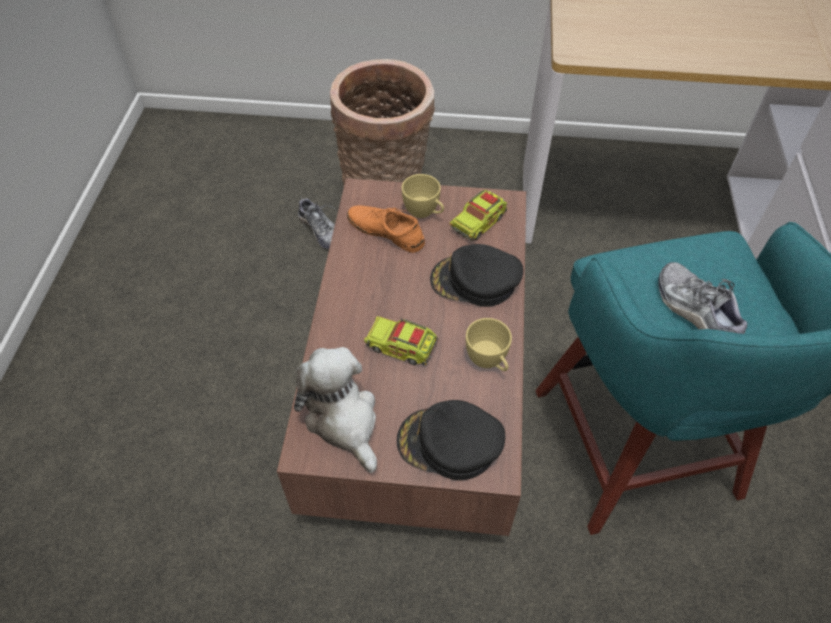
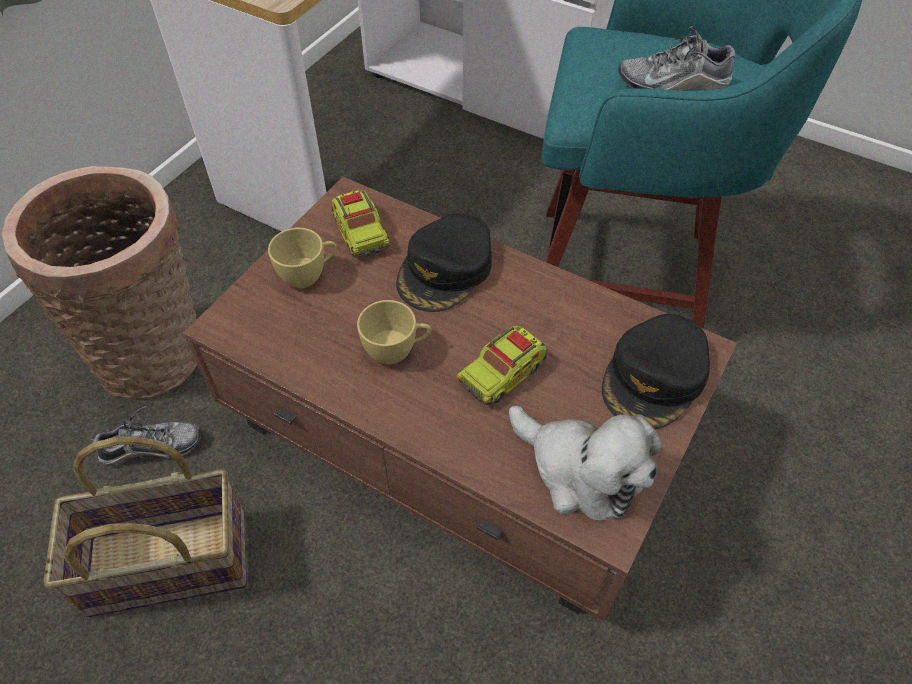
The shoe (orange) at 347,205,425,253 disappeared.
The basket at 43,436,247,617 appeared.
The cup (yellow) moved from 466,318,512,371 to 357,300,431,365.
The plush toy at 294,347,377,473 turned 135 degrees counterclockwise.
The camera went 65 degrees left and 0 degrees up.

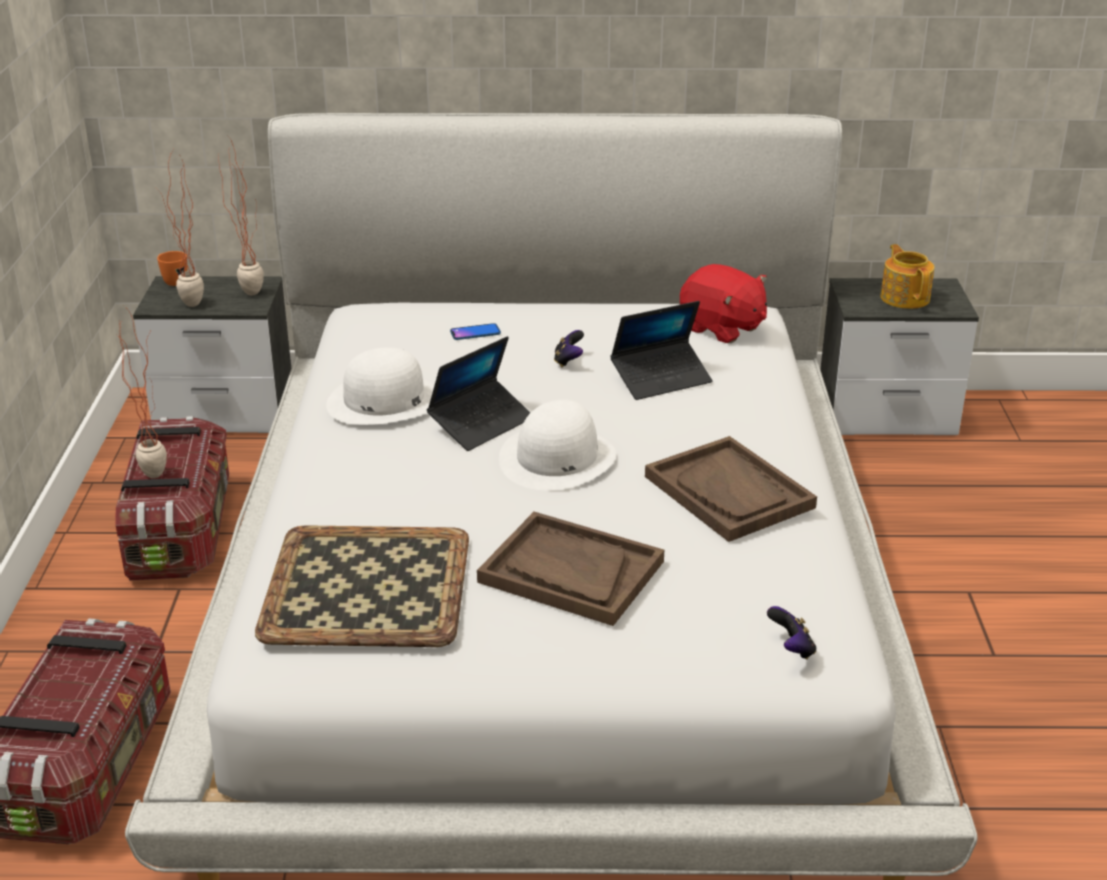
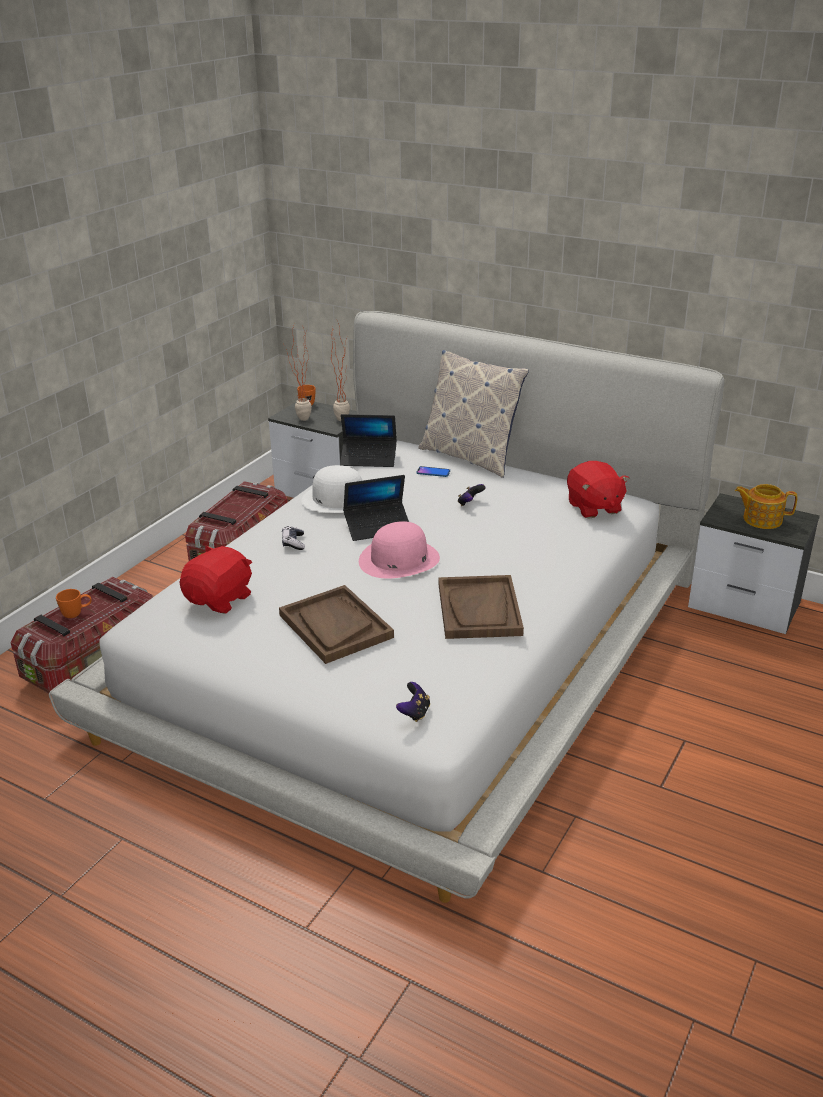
The potted plant at 118,306,167,478 disappeared.
The mug (orange) at 56,589,92,618 appeared.
The game controller at 282,526,305,550 appeared.
The pillow at 418,350,529,478 appeared.
The laptop moved from 610,301,713,400 to 340,414,397,467.
The tray at 255,525,469,647 was replaced by the plush toy (red) at 179,546,252,614.
The hat (white) at 499,400,616,491 became the hat (pink) at 359,521,440,578.
The teapot at 880,244,934,309 turned 90 degrees counterclockwise.
The camera went 30 degrees right and 0 degrees up.

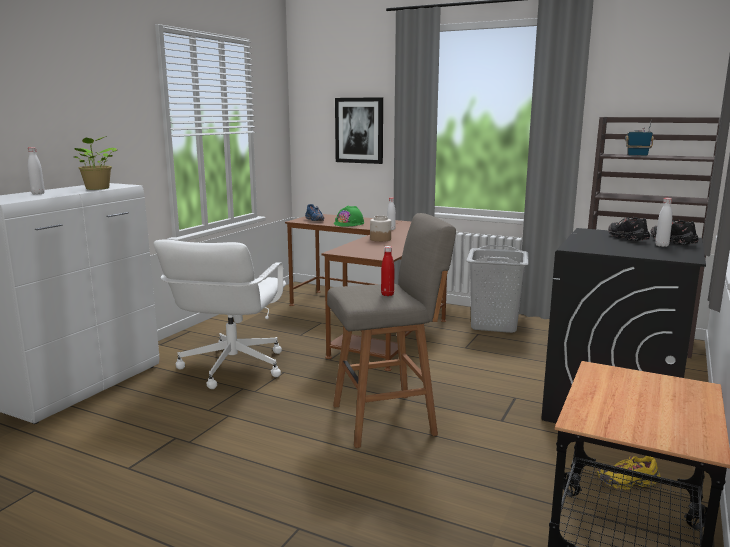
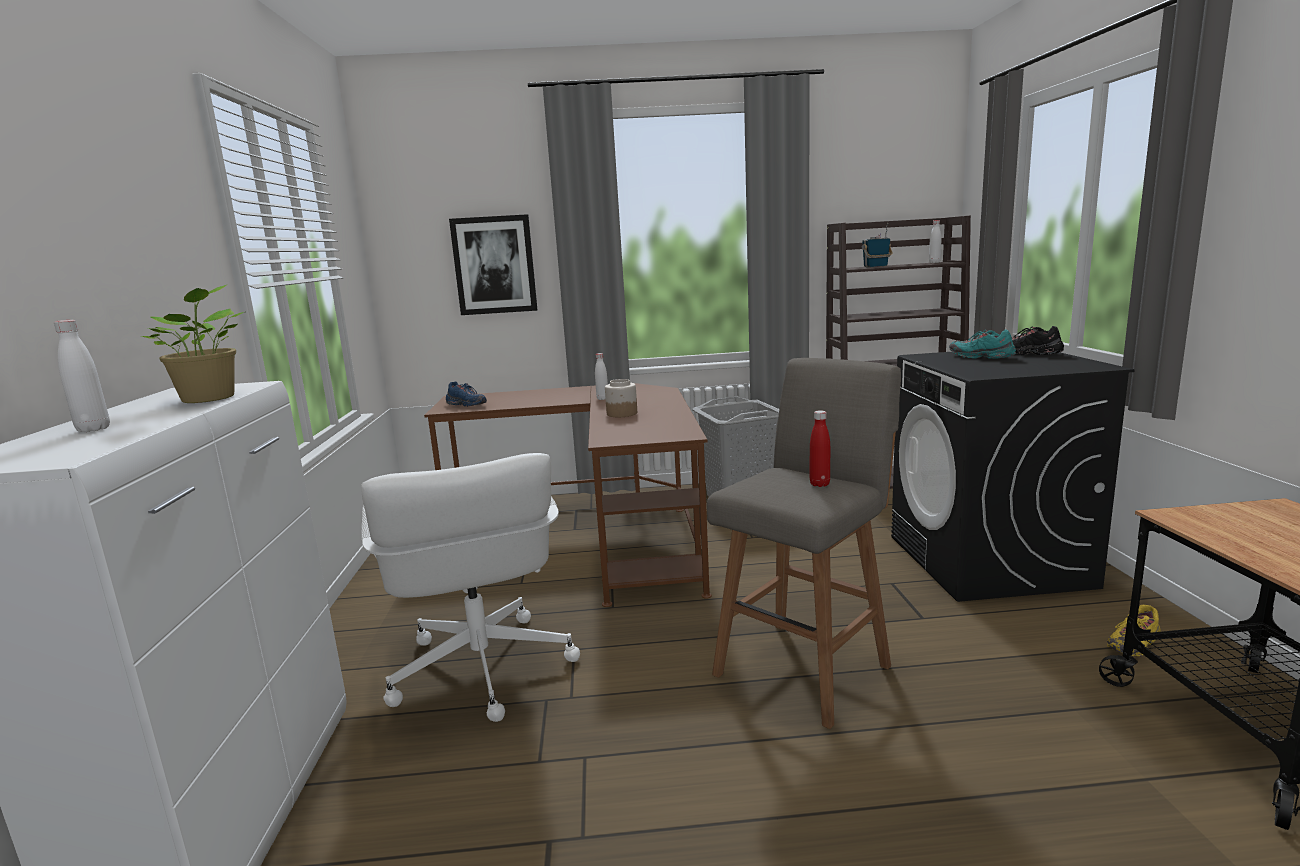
The hard hat (green) at 334,206,364,227 disappeared.
The bottle (white) moved from 655,198,672,247 to 929,220,941,263.
The shoe (black) at 608,216,650,241 became the shoe (turquoise) at 949,329,1016,359.
The camera went 30 degrees left and 0 degrees up.

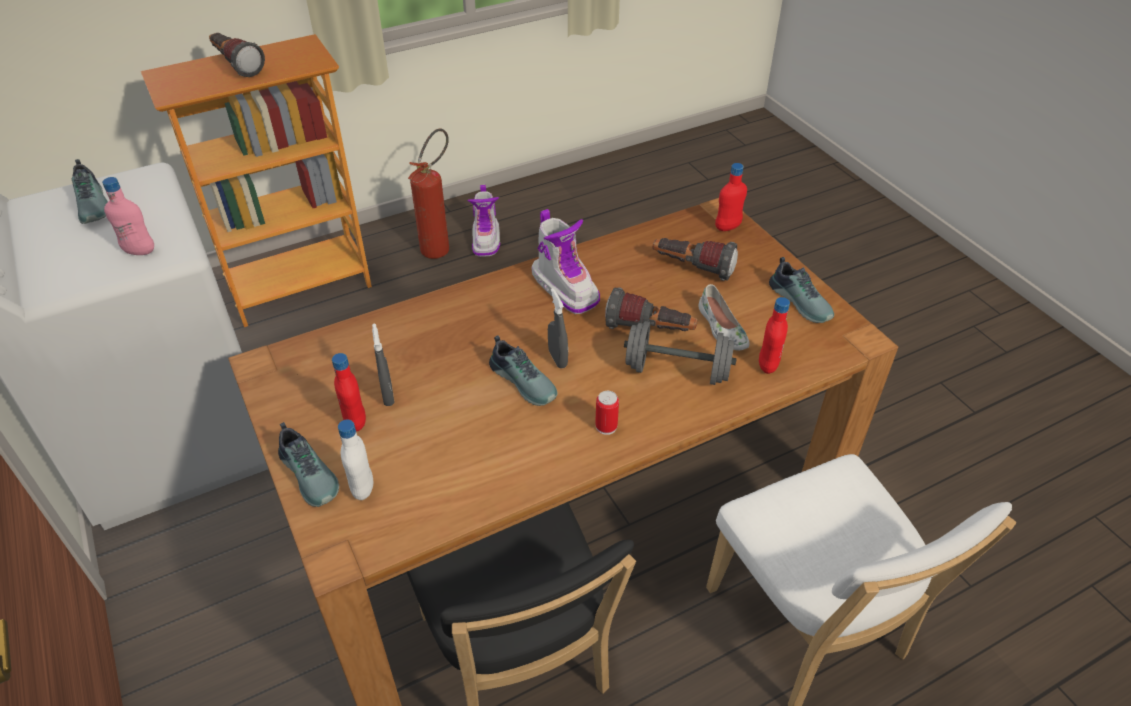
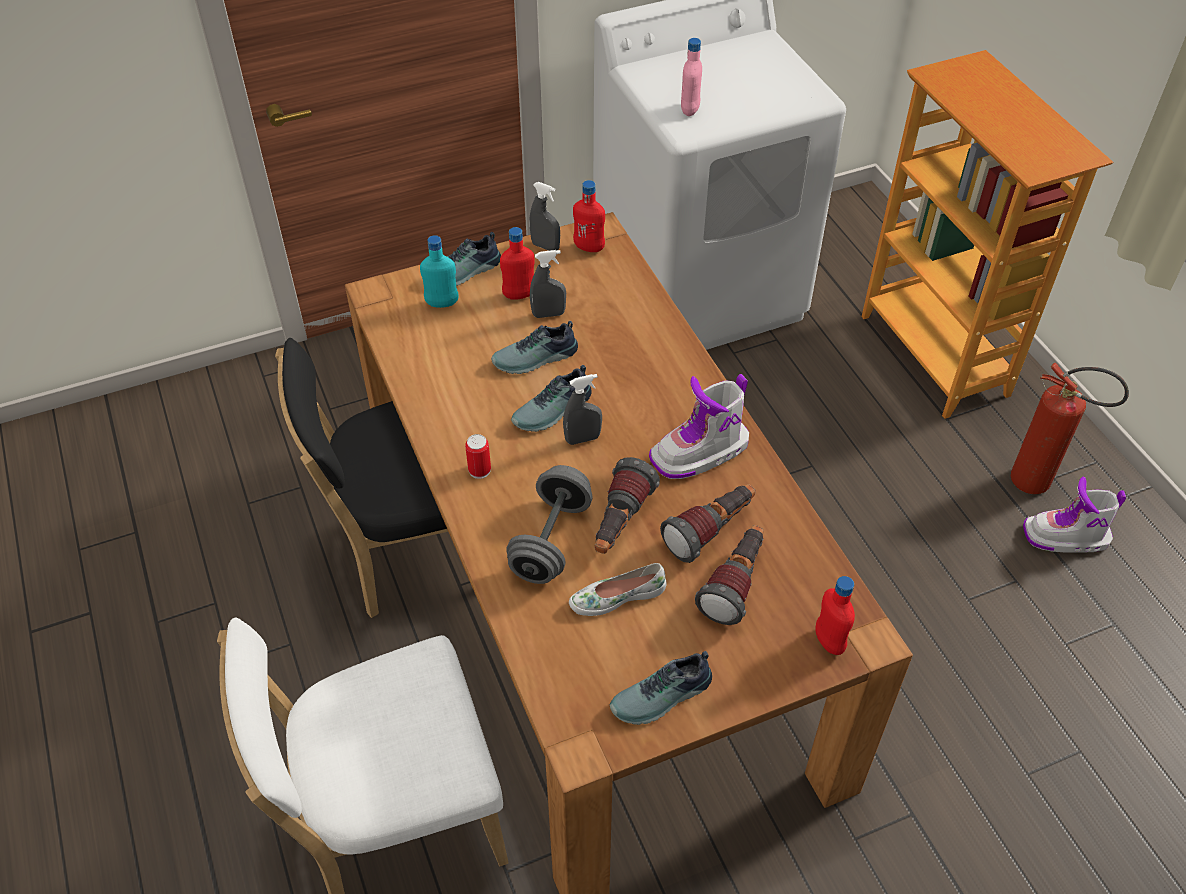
The spray bottle (grey) at 529,182,560,251 appeared.
The shoe moved from 72,159,108,224 to 491,321,578,374.
The flashlight moved from 209,33,265,77 to 660,484,756,563.
The bottle (red) moved from 759,297,790,374 to 573,180,605,252.
The bottle (white) at 338,420,373,500 became the bottle (turquoise) at 420,235,459,308.
The camera went 95 degrees right and 5 degrees up.

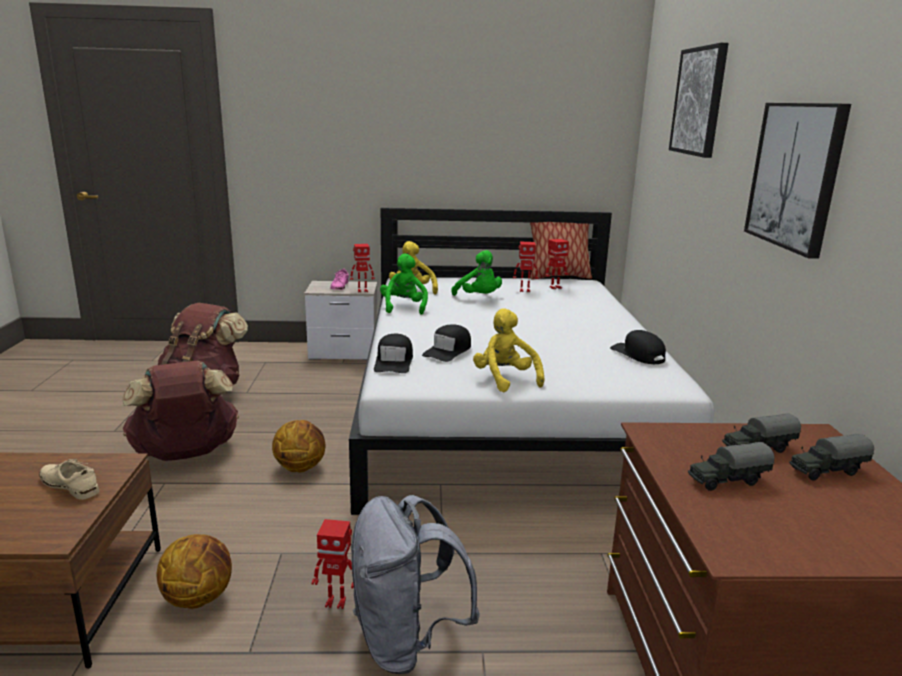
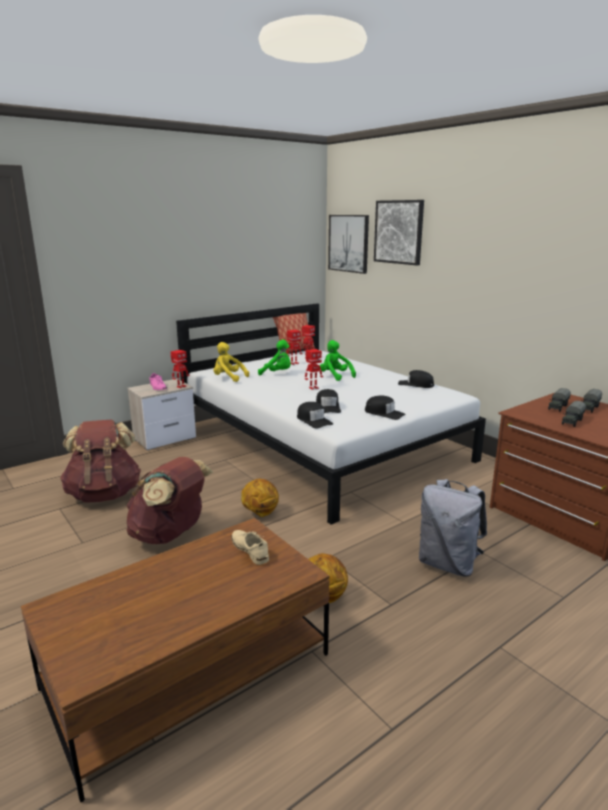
The toy robot moved from 312,519,354,609 to 305,349,324,390.
The plush toy (green) moved from 380,253,428,315 to 320,340,356,381.
The picture moved from 744,103,851,259 to 328,215,369,274.
The plush toy (yellow) at 473,308,545,392 was replaced by the cap (black) at 365,395,406,420.
The shoe (beige) at 39,459,99,500 turned 60 degrees clockwise.
The camera went 35 degrees left and 0 degrees up.

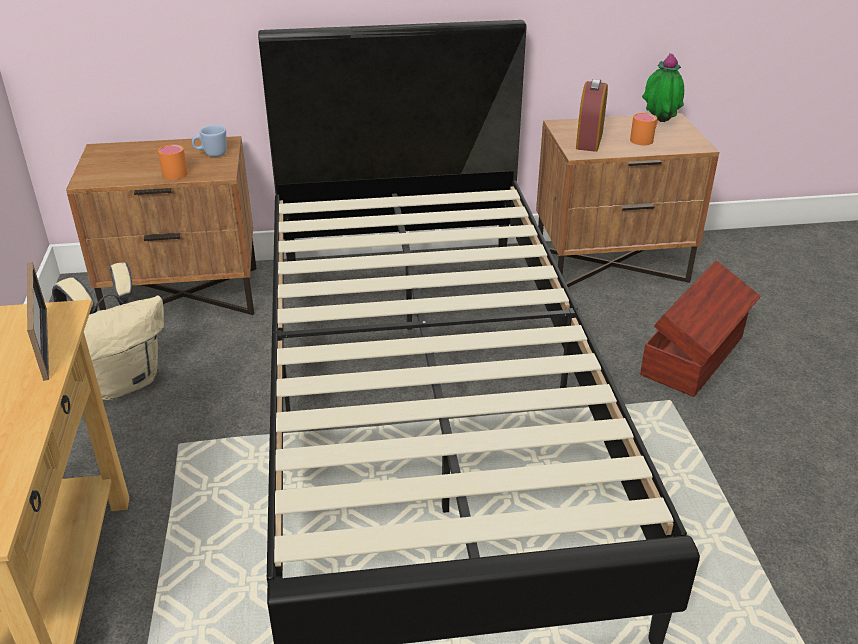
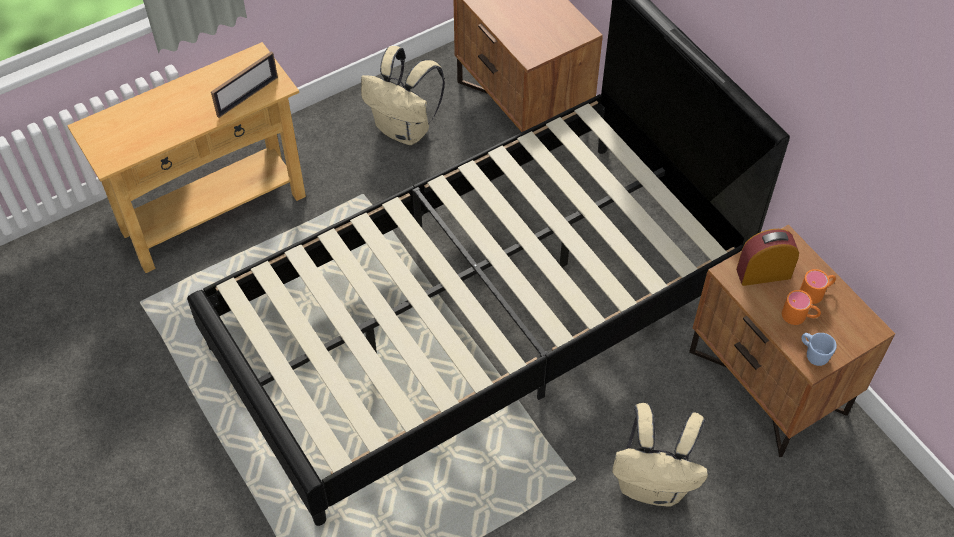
The potted plant at 642,54,684,122 disappeared.
The mug (orange) moved from 158,144,188,180 to 800,269,836,304.
The mug (blue) moved from 192,125,227,157 to 801,333,837,366.
The storage box (brown) at 640,260,761,397 was replaced by the backpack (beige) at 612,403,708,507.
The camera went 65 degrees right and 20 degrees up.

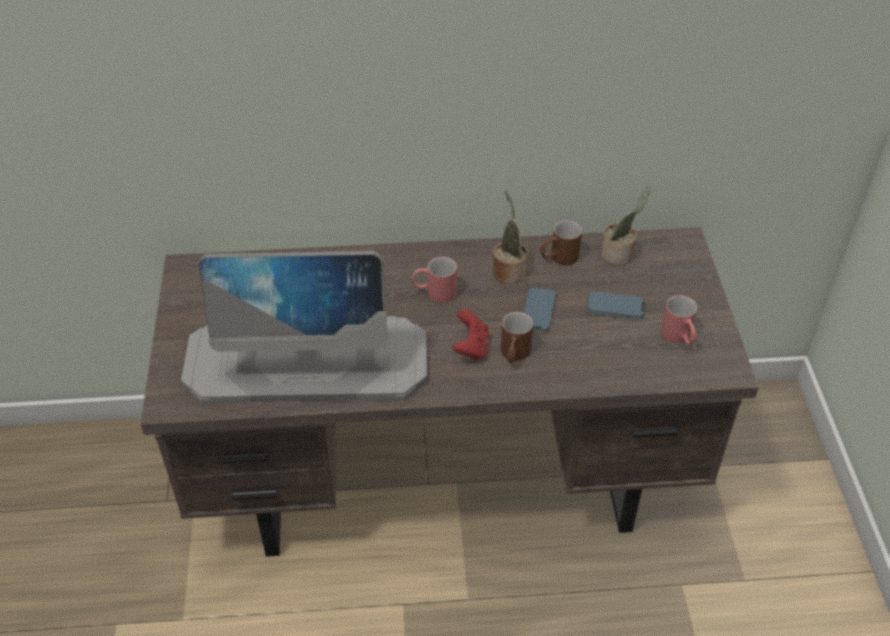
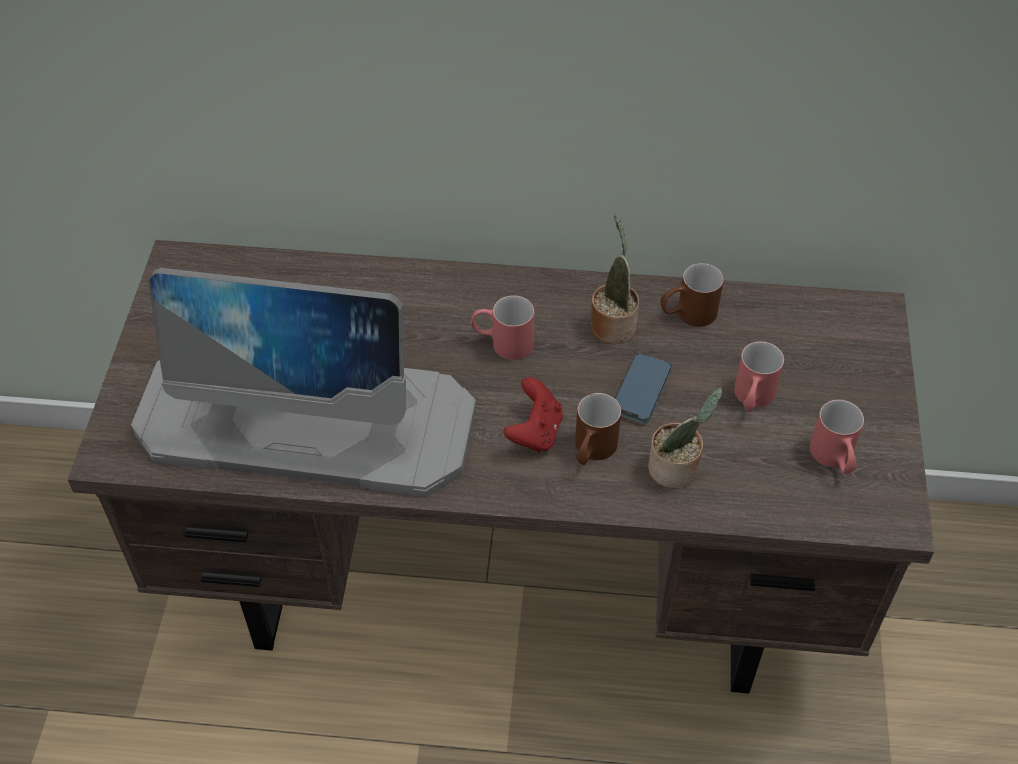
The potted plant moved from 601,186,651,265 to 648,387,723,489.
The phone at 587,292,645,319 was replaced by the mug (red) at 734,341,784,412.
The camera went 10 degrees right and 5 degrees up.

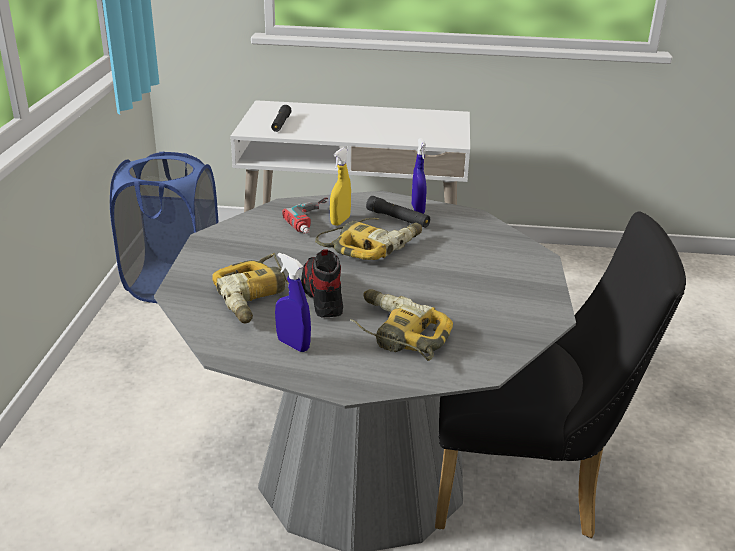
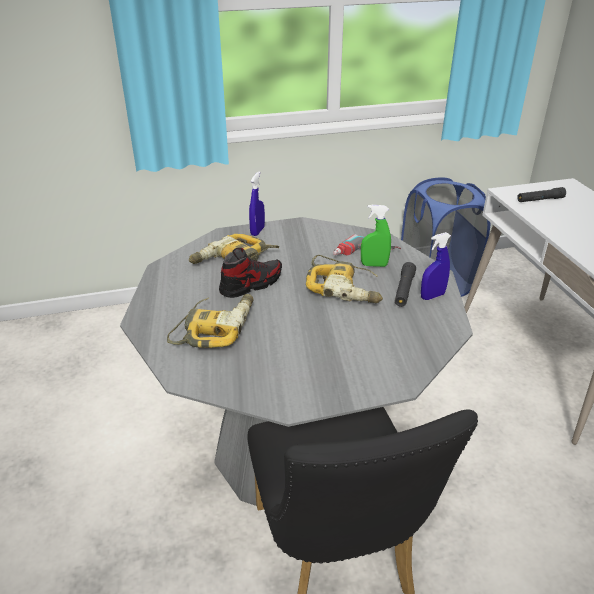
The spray bottle (blue) moved from 275,253,311,352 to 249,171,265,236.
The spray bottle (yellow) at 330,147,351,226 became the spray bottle (green) at 361,205,391,267.
The camera went 70 degrees right and 5 degrees up.

